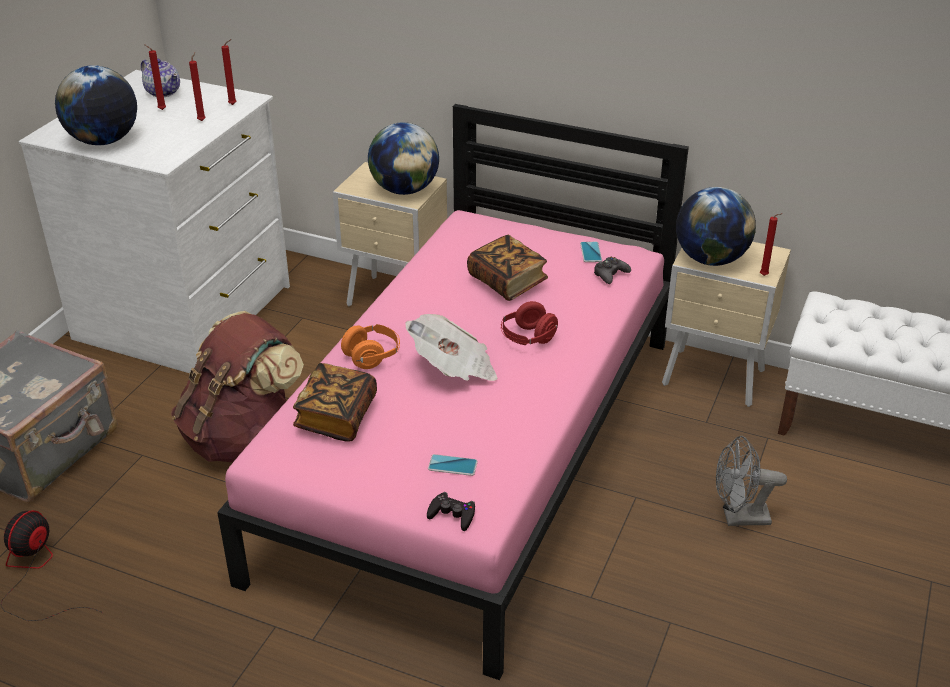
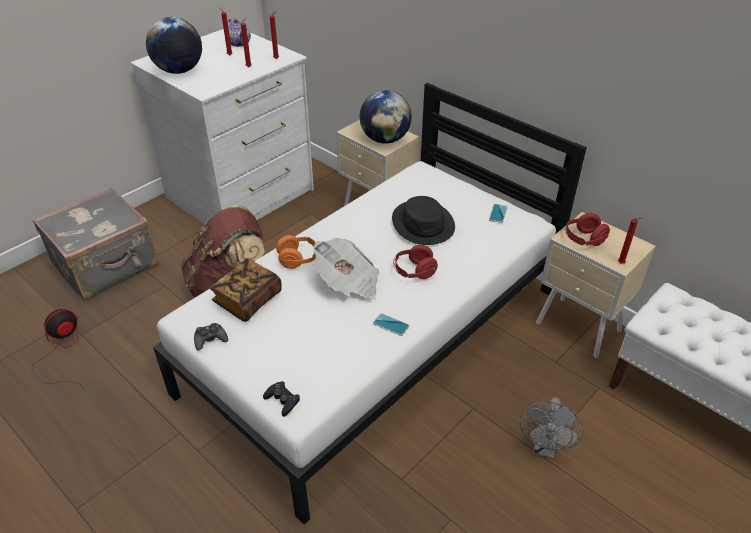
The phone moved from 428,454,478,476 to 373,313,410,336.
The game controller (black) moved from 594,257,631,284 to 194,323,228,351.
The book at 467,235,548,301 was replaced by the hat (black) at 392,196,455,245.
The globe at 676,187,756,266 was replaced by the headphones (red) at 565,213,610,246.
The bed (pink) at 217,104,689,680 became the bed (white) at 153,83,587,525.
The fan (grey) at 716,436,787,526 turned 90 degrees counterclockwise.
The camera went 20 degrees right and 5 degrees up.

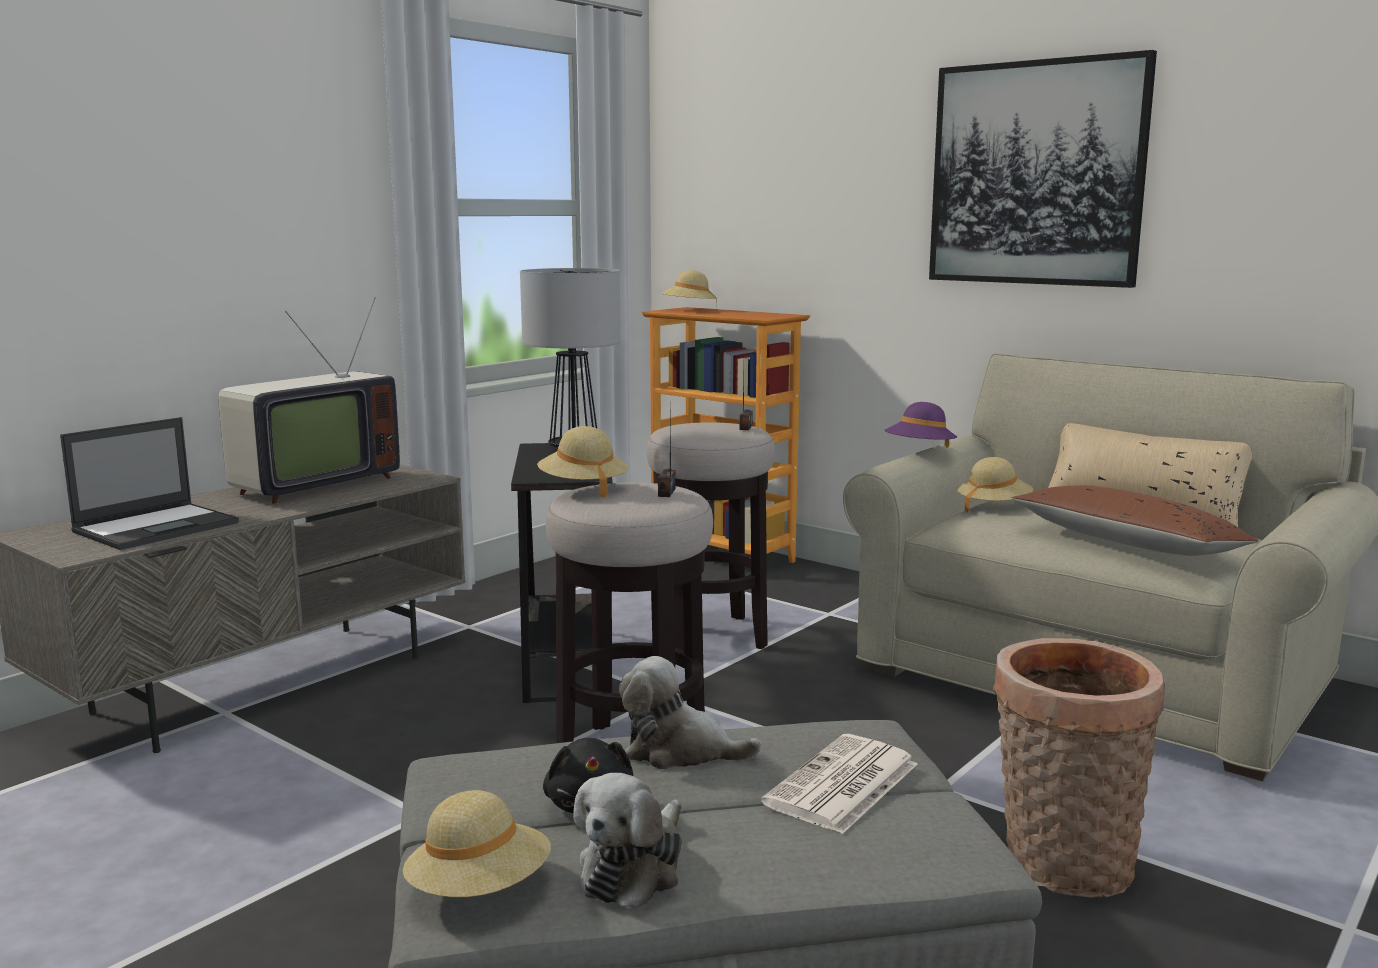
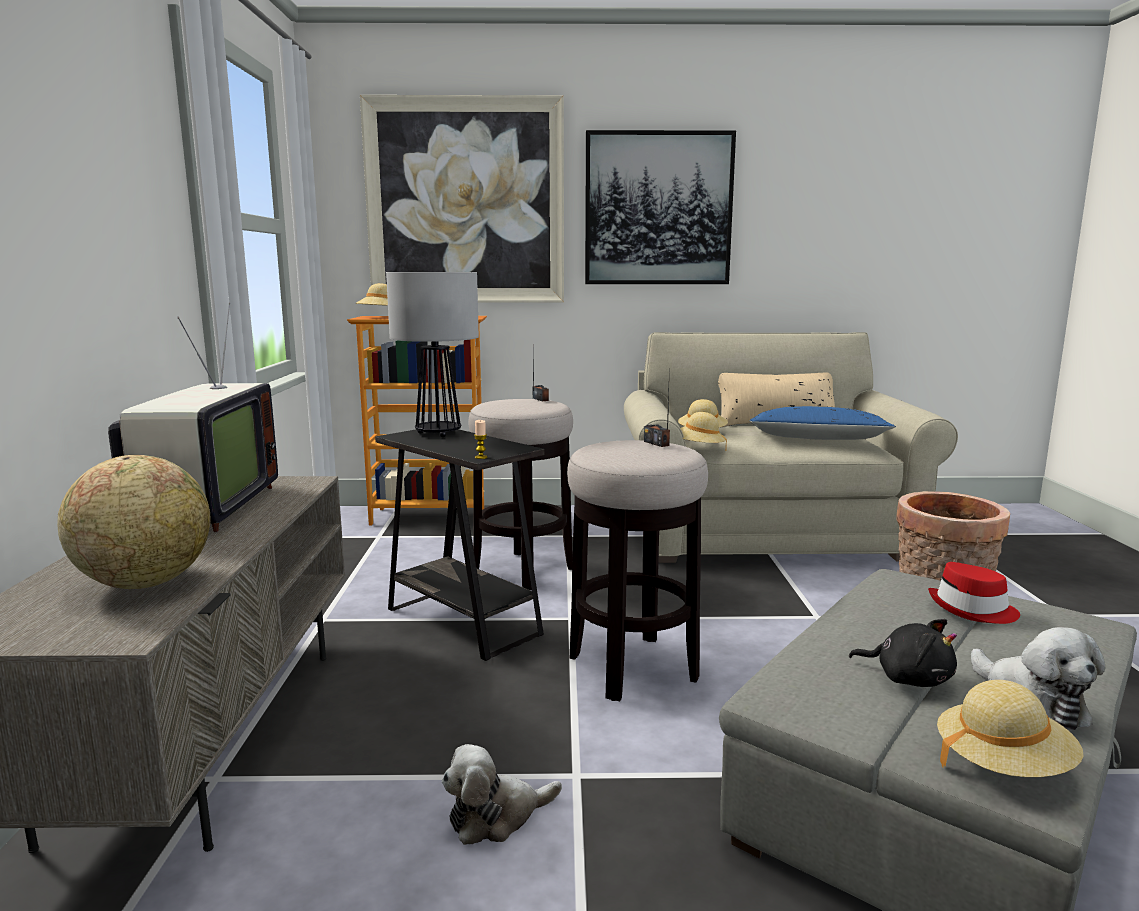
The hat (purple) at 884,402,957,448 disappeared.
The picture at 360,95,564,303 appeared.
The candle at 474,420,487,459 appeared.
The hat (beige) moved from 537,426,629,498 to 680,412,727,451.
The plush toy moved from 619,656,762,769 to 442,744,562,845.
The laptop at 60,417,239,550 was replaced by the globe at 57,455,211,589.
The newspaper at 761,734,918,834 was replaced by the hat (red) at 928,562,1020,624.
The pillow (brown) at 1012,485,1258,556 became the pillow (blue) at 749,406,896,440.
The camera went 40 degrees left and 0 degrees up.

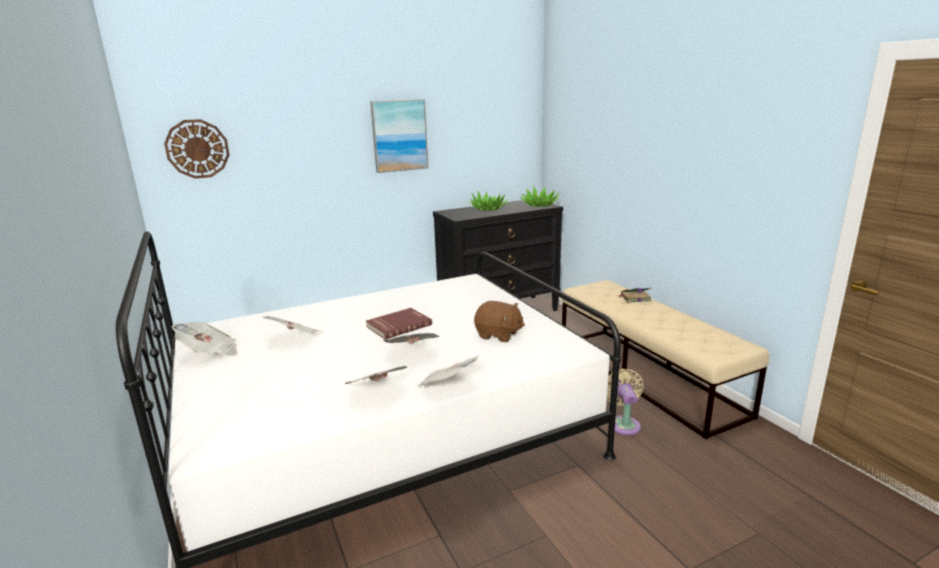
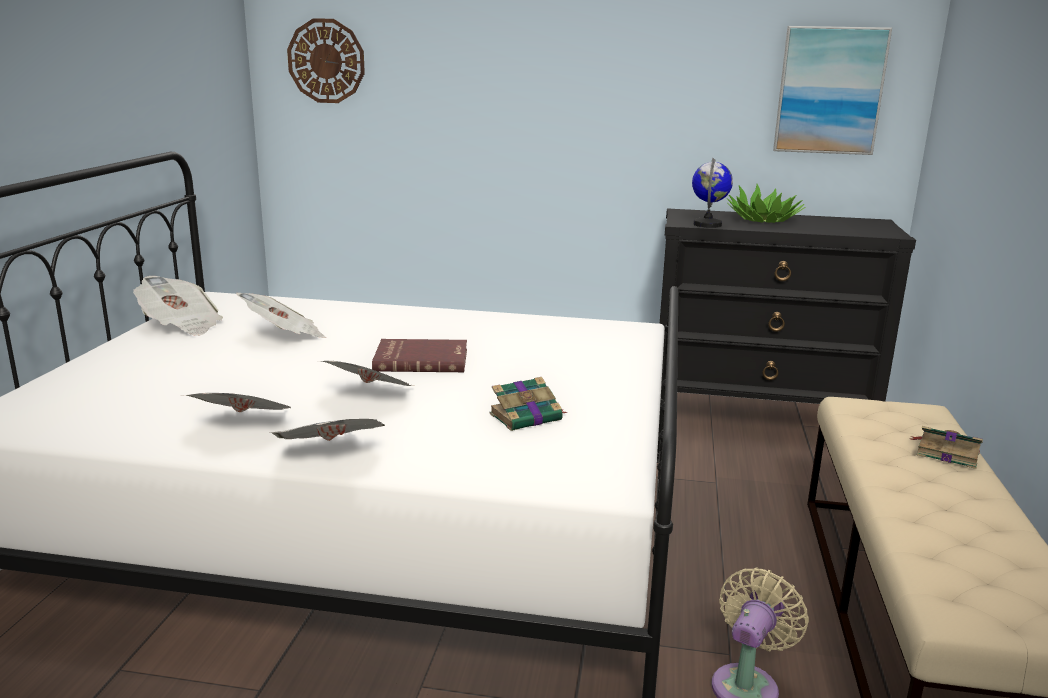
The potted plant at 520,186,559,207 disappeared.
The globe at 692,158,733,228 appeared.
The picture moved from 370,99,428,173 to 773,26,892,155.
The plush toy (brown) at 474,301,525,342 was replaced by the book at 489,377,567,431.
The camera went 35 degrees right and 0 degrees up.

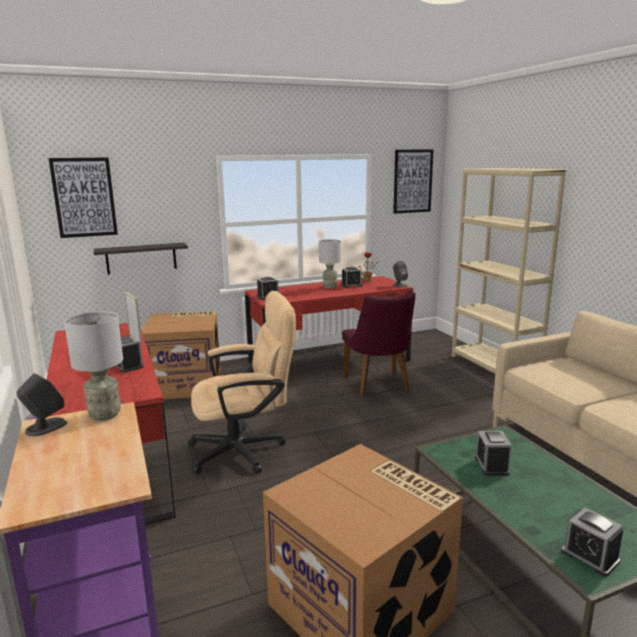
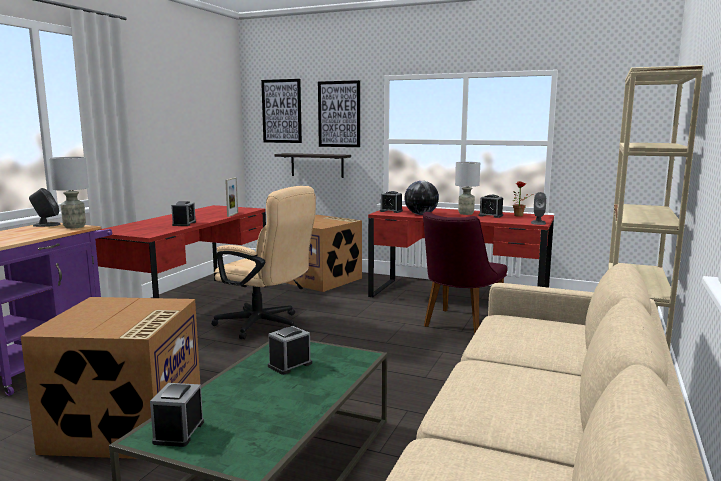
The globe at 404,181,439,215 appeared.
The picture moved from 393,149,434,214 to 318,80,360,147.
The camera went 45 degrees right and 5 degrees down.

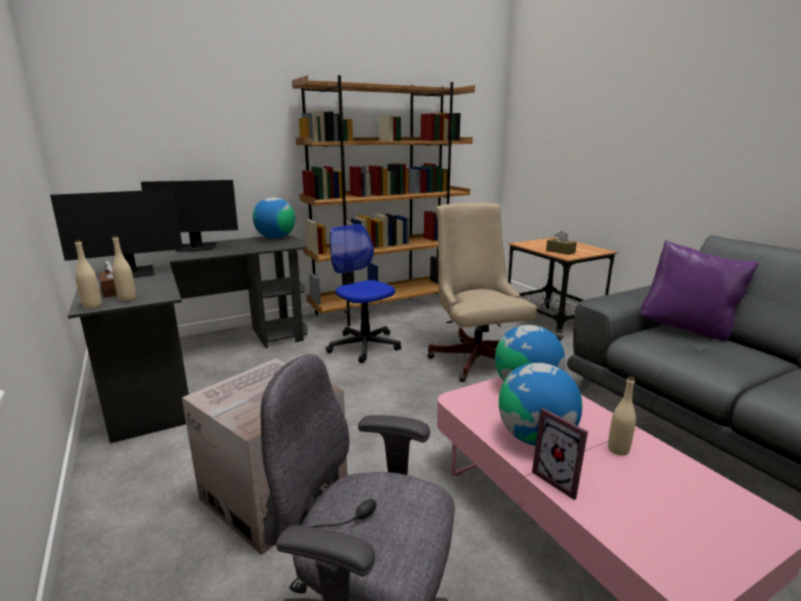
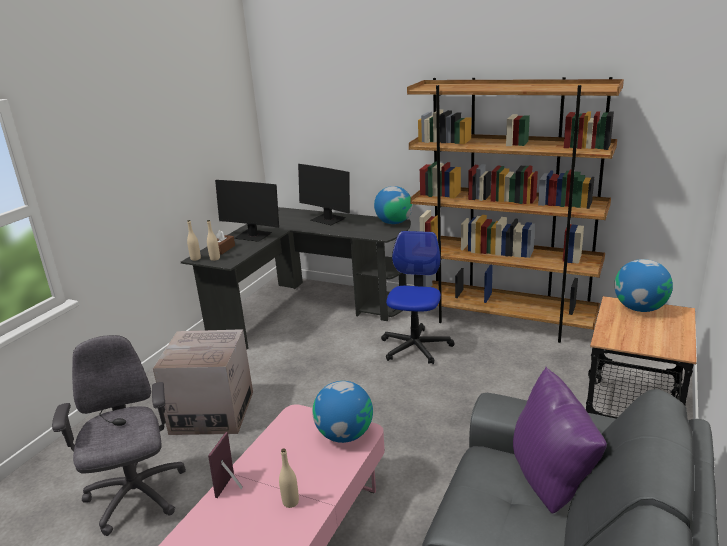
The office chair (beige) at 427,203,537,382 disappeared.
The tissue box (brown) at 546,231,577,255 disappeared.
The globe moved from 499,363,582,446 to 614,259,673,312.
The camera went 55 degrees right and 5 degrees up.

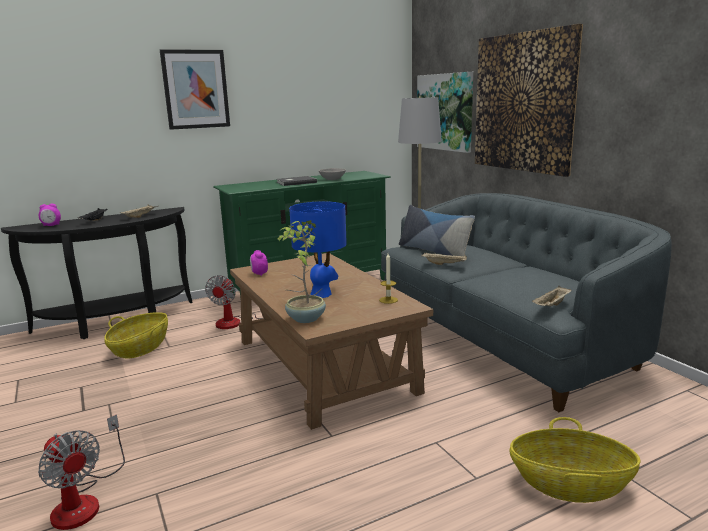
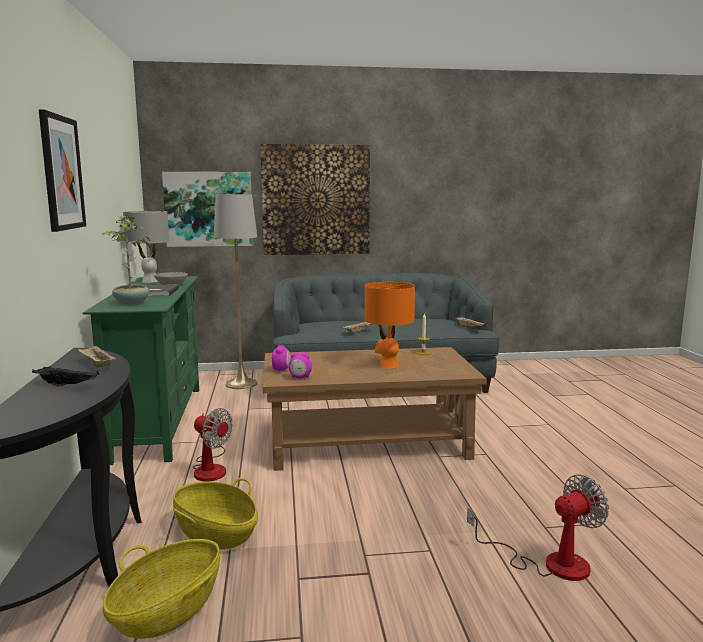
The pillow at 399,205,475,262 disappeared.
The table lamp (grey) at 123,211,169,283 appeared.
The alarm clock moved from 39,204,61,226 to 272,345,290,372.
The potted plant moved from 278,220,326,323 to 102,216,153,305.
The basket moved from 510,417,640,503 to 103,539,220,639.
The table lamp (blue) at 289,201,347,298 became the table lamp (orange) at 365,282,415,369.
The camera went 70 degrees left and 5 degrees down.

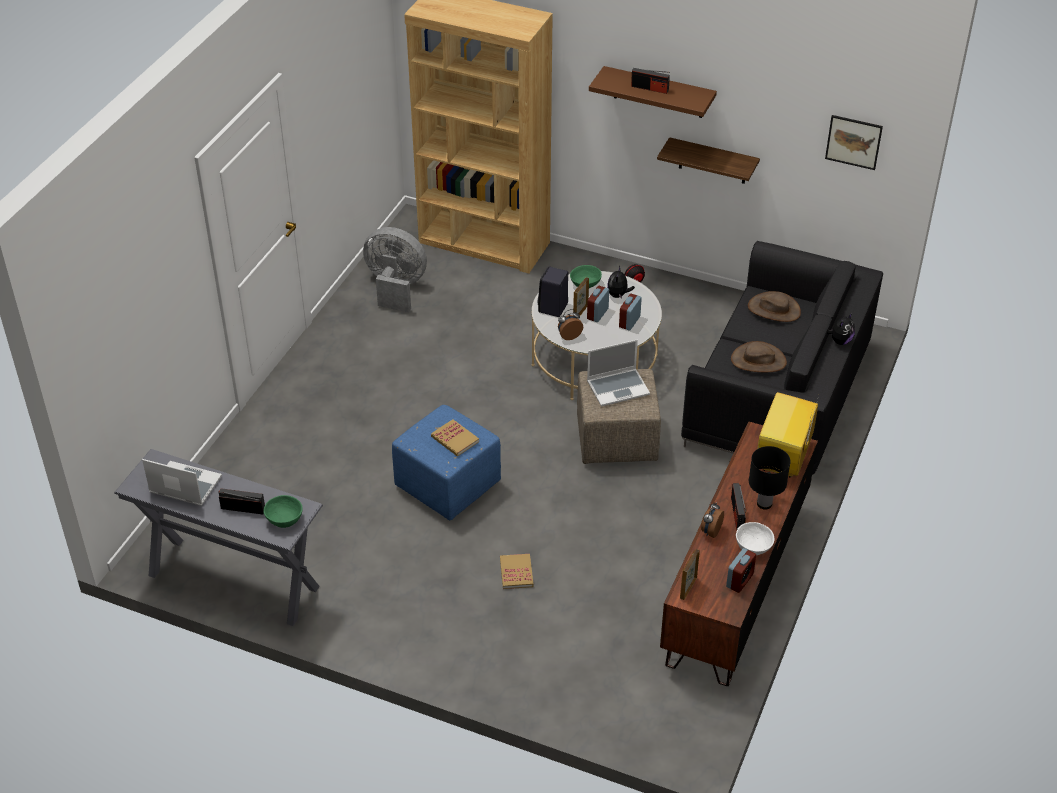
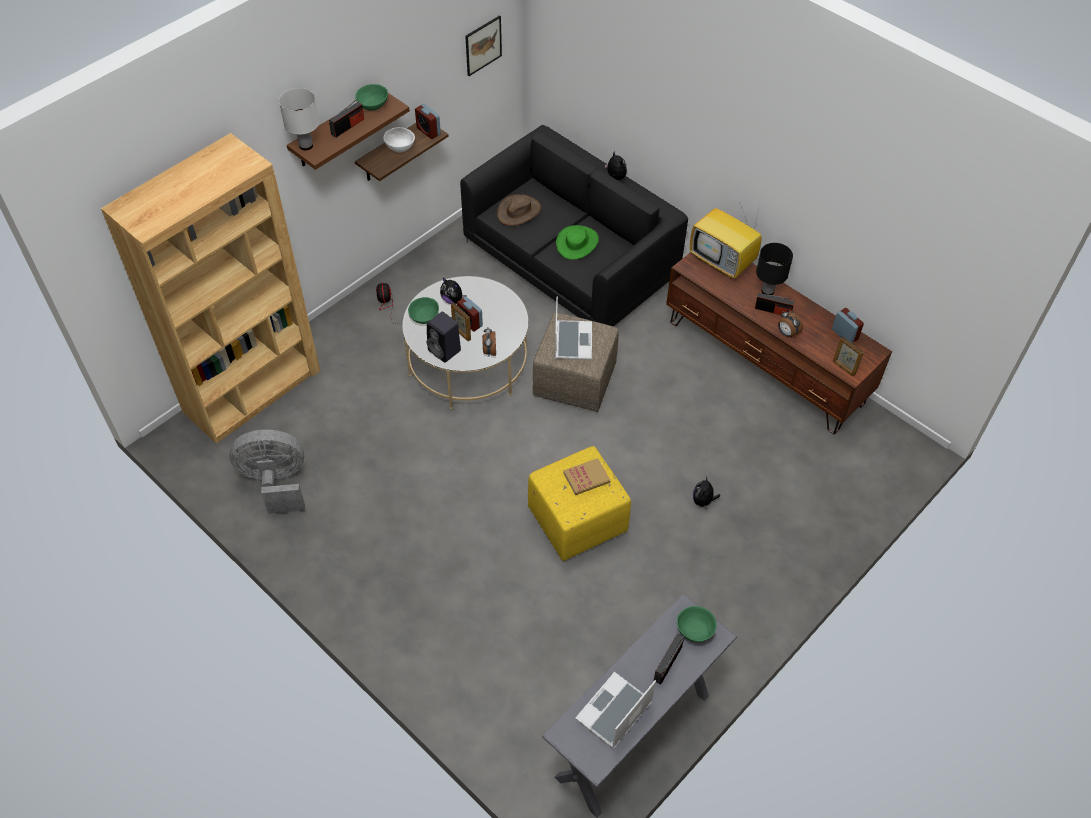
The table lamp (white) at 279,88,319,150 appeared.
The bowl (green) at 355,84,388,111 appeared.
The alarm clock moved from 619,294,642,331 to 415,104,441,139.
The bowl (white) moved from 736,522,774,555 to 383,127,415,153.
The book at 500,554,534,589 was replaced by the plush toy at 693,476,720,510.
The ottoman (blue) at 392,405,501,520 became the ottoman (yellow) at 528,446,631,561.
The hat (brown) at 731,341,787,372 became the hat (green) at 556,225,599,260.
The fan (grey) at 363,227,427,312 turned 45 degrees clockwise.
The camera went 70 degrees left and 10 degrees up.

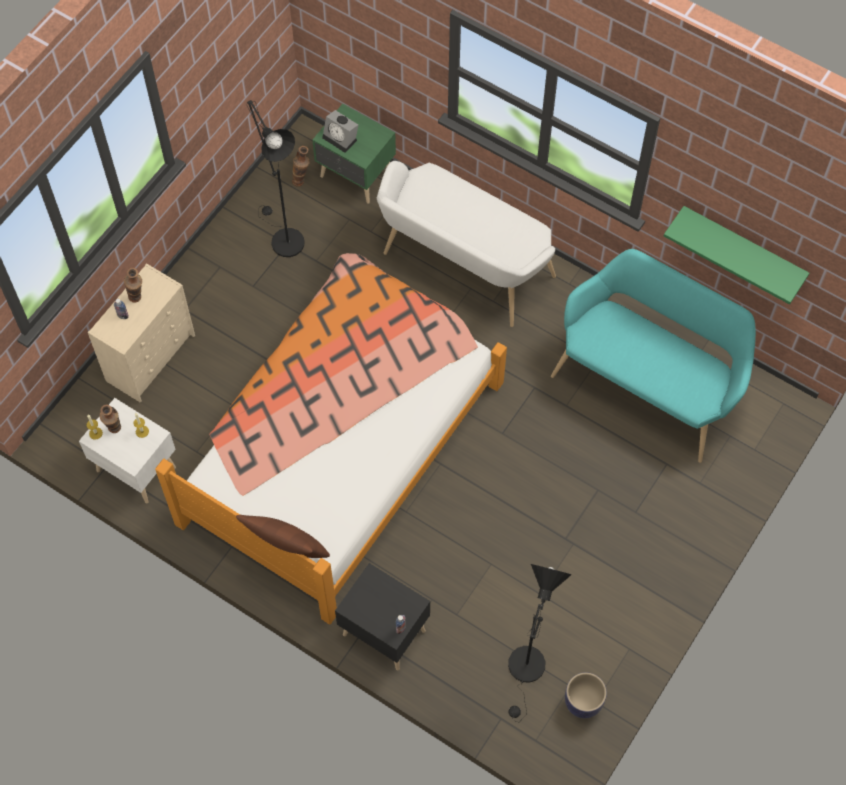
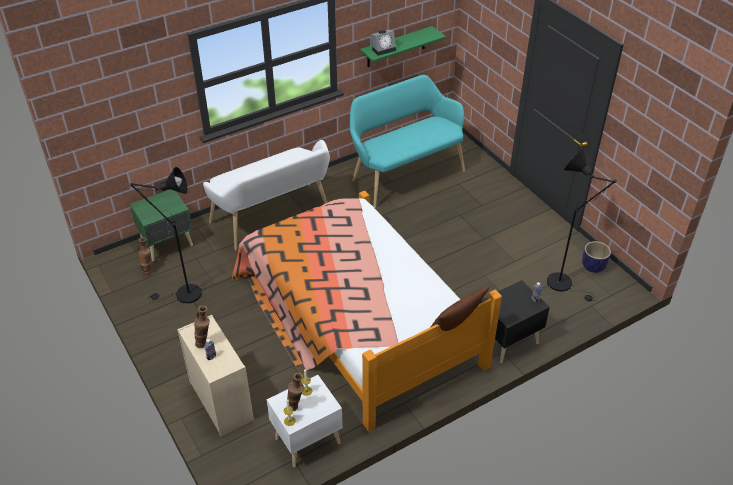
The alarm clock moved from 322,110,358,153 to 371,30,396,56.
The camera went 65 degrees left and 20 degrees down.

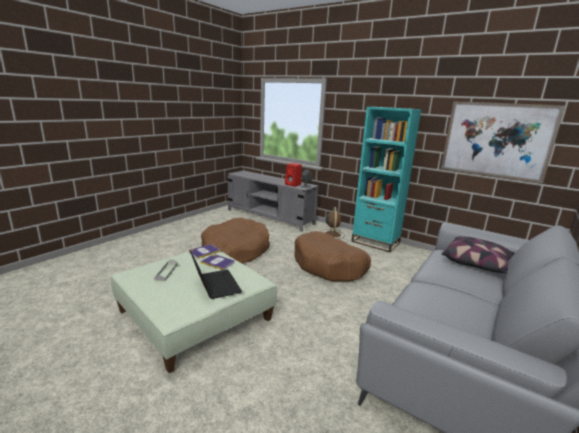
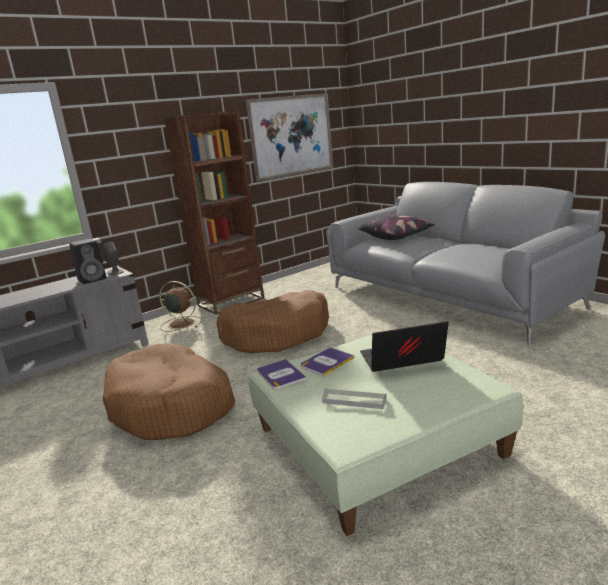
The speaker (red) at 285,163,302,187 became the speaker (black) at 70,239,106,284.
The bookcase (turquoise) at 351,107,422,252 became the bookcase (brown) at 164,111,264,315.
The camera went 70 degrees left and 0 degrees up.

